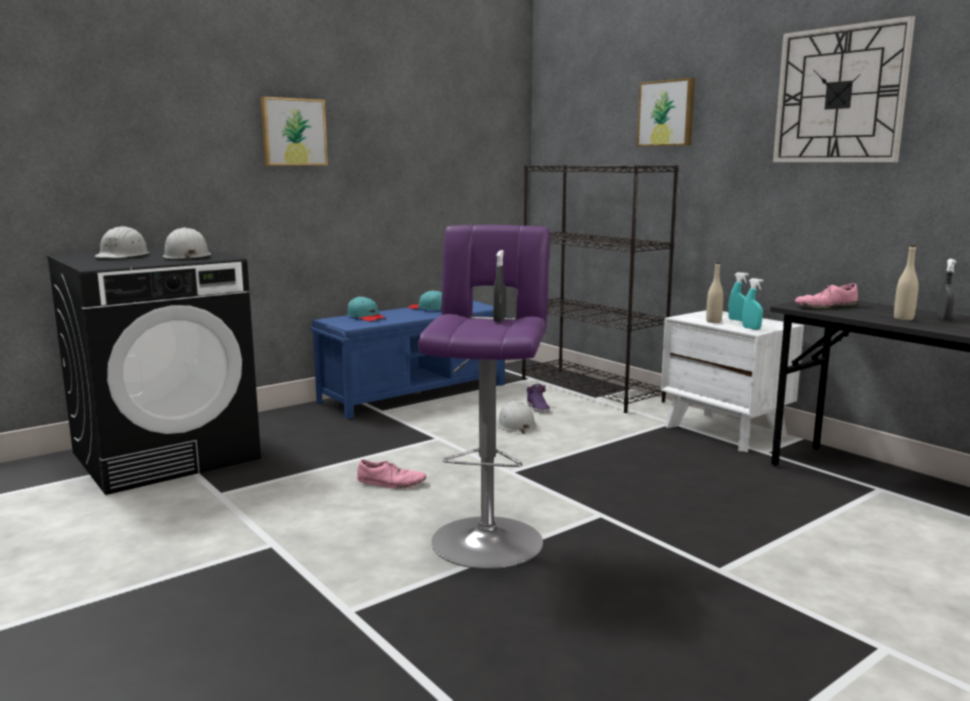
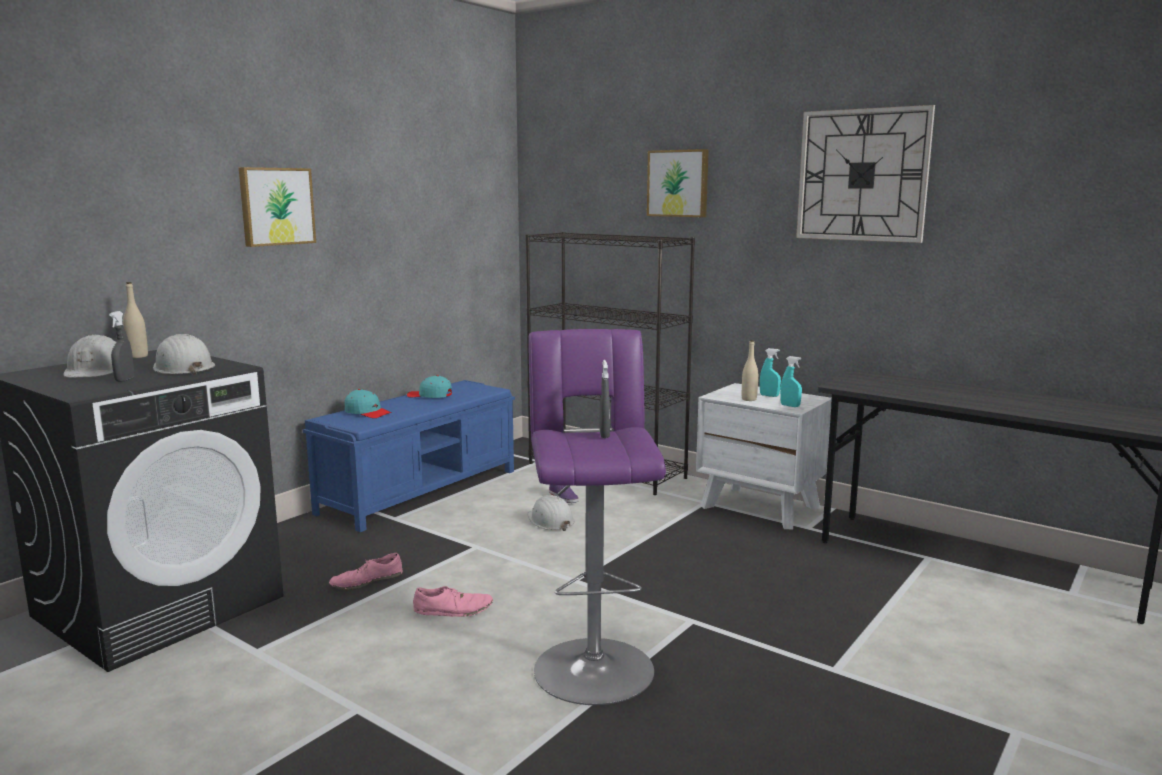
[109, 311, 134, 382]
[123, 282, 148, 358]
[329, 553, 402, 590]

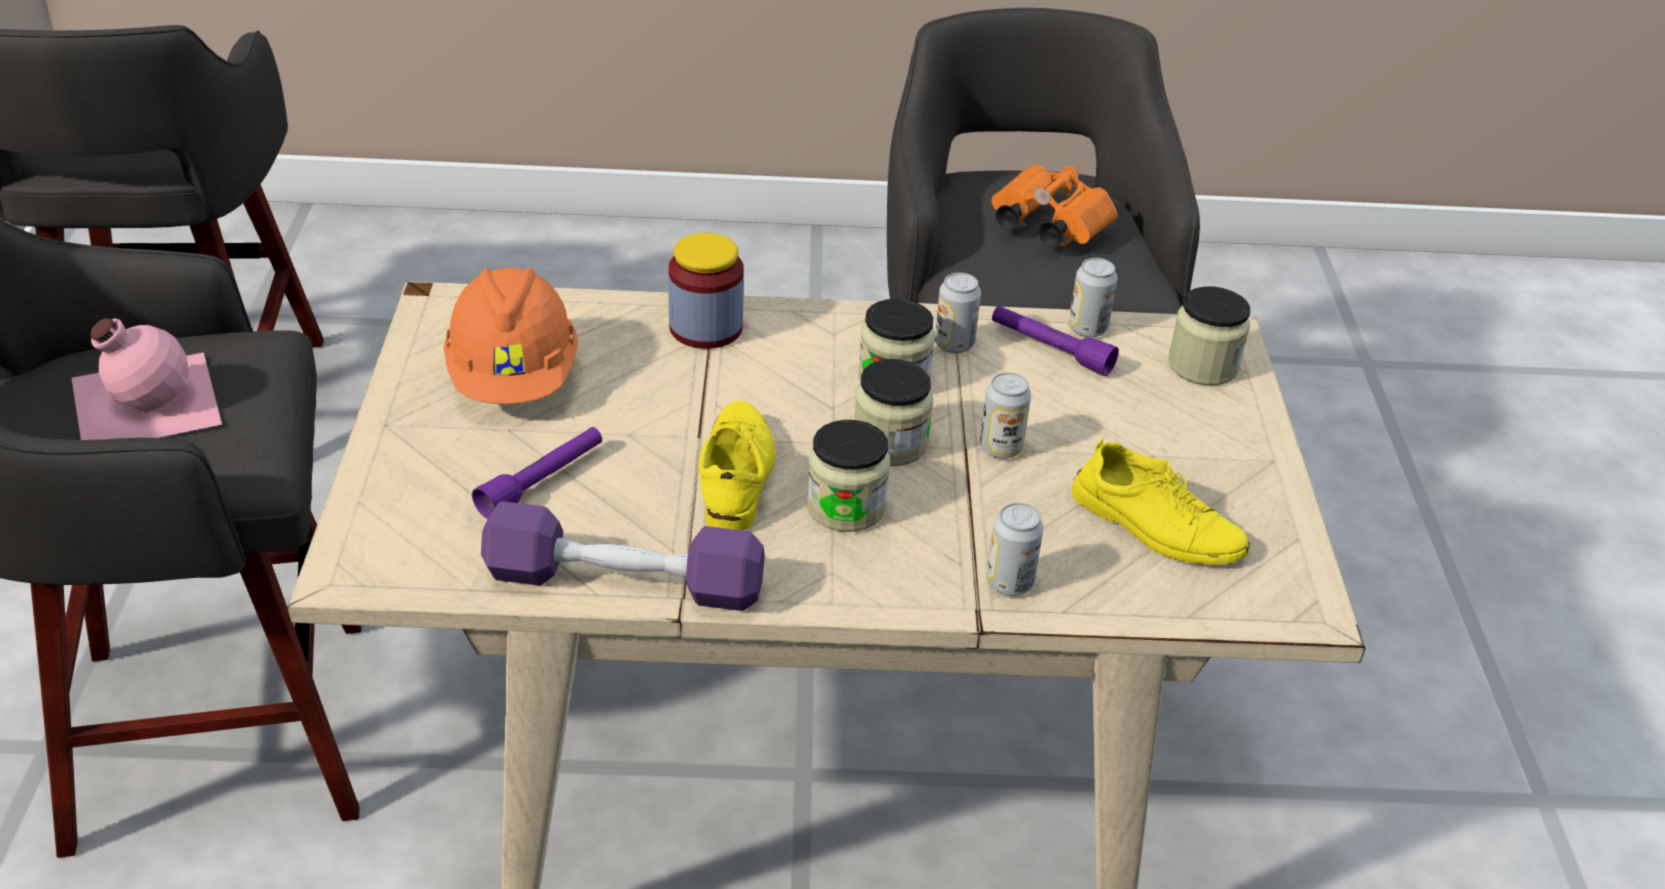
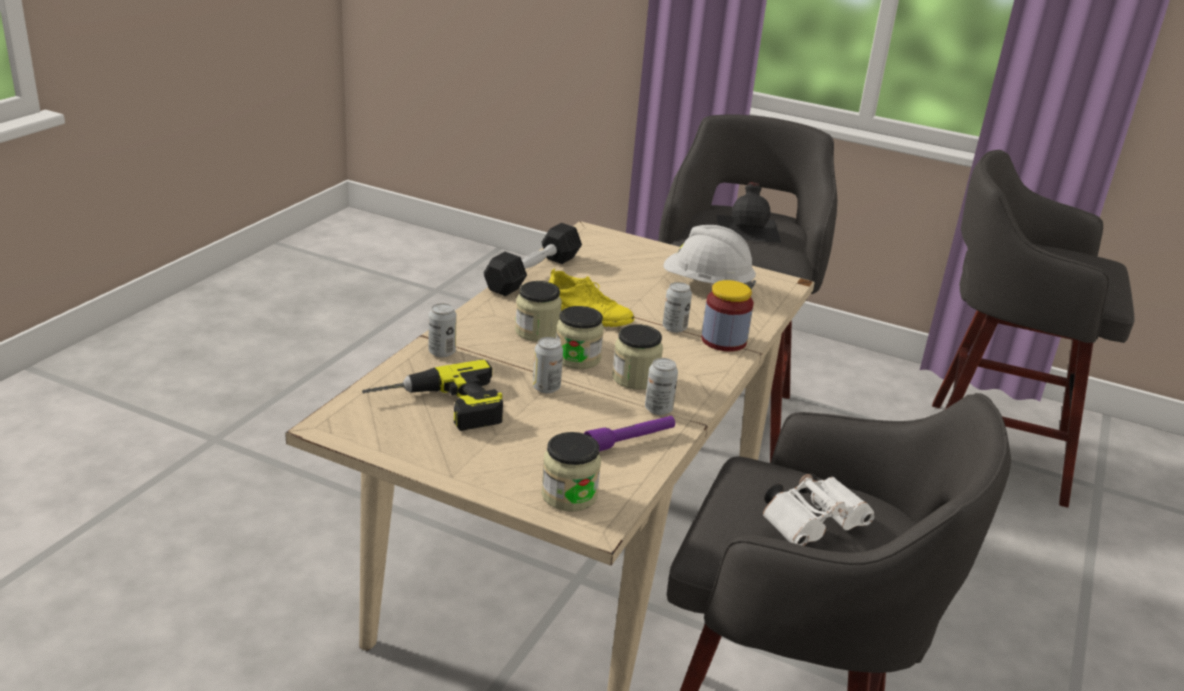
[362, 360, 503, 431]
[484, 223, 582, 296]
[663, 225, 756, 289]
[663, 282, 692, 333]
[716, 183, 781, 243]
[763, 474, 874, 546]
[472, 427, 602, 519] (first image)

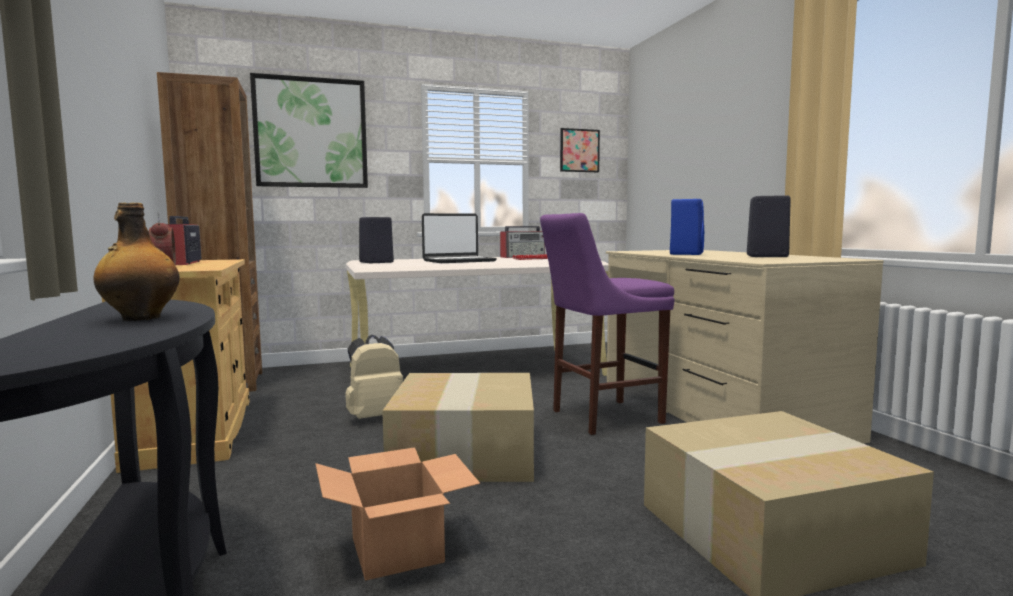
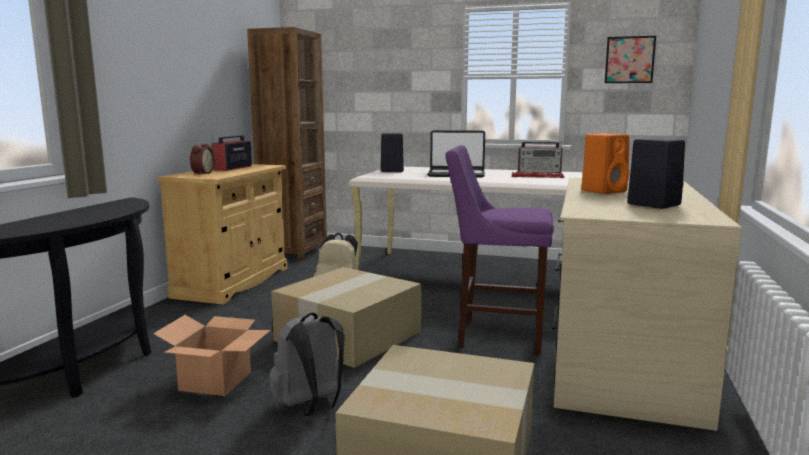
[270, 312, 345, 416]
[581, 133, 629, 194]
[94, 203, 179, 321] (first image)
[250, 73, 368, 188] (first image)

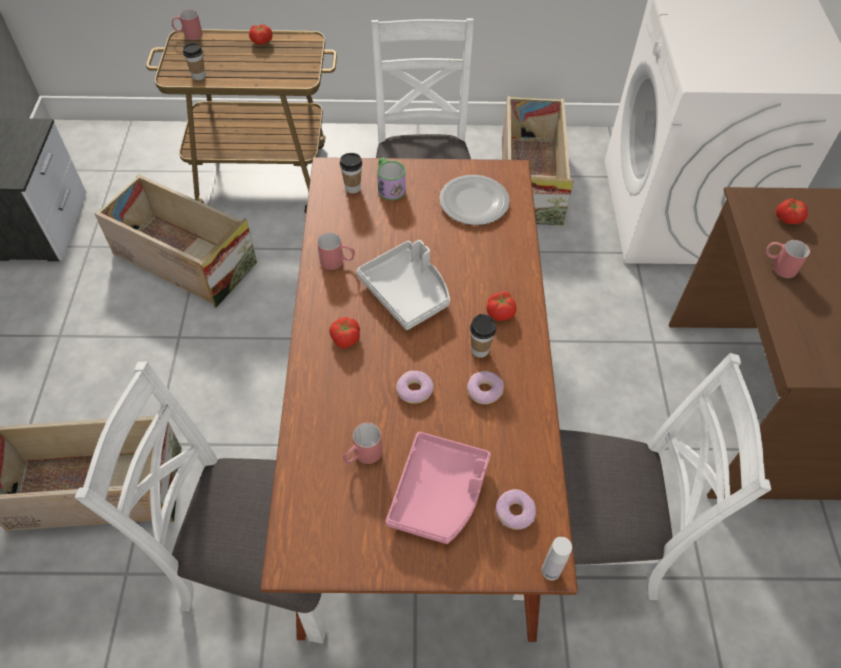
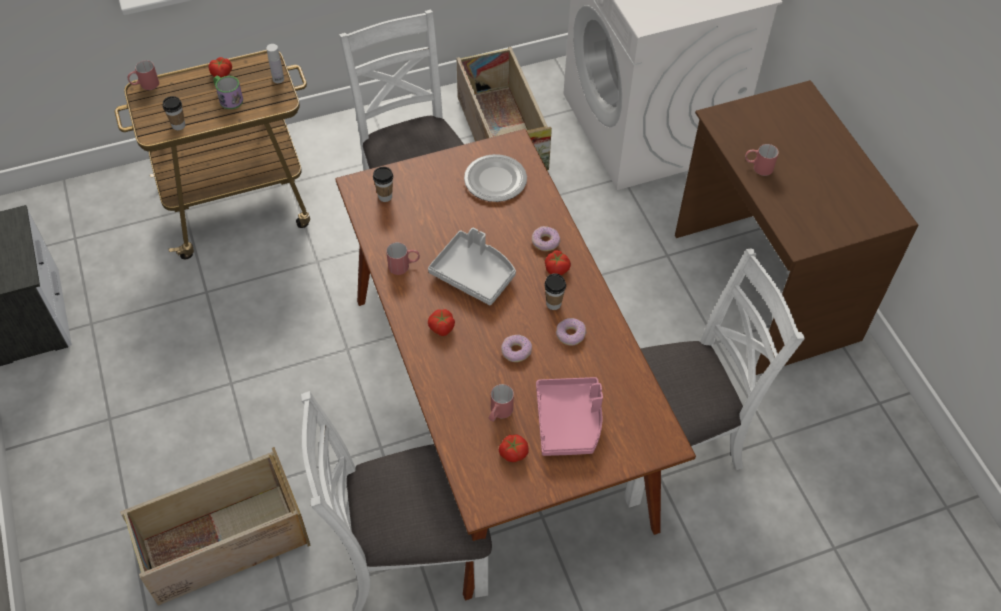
[214, 76, 243, 109]
[266, 44, 284, 83]
[499, 434, 529, 462]
[532, 226, 560, 251]
[94, 174, 257, 308] (first image)

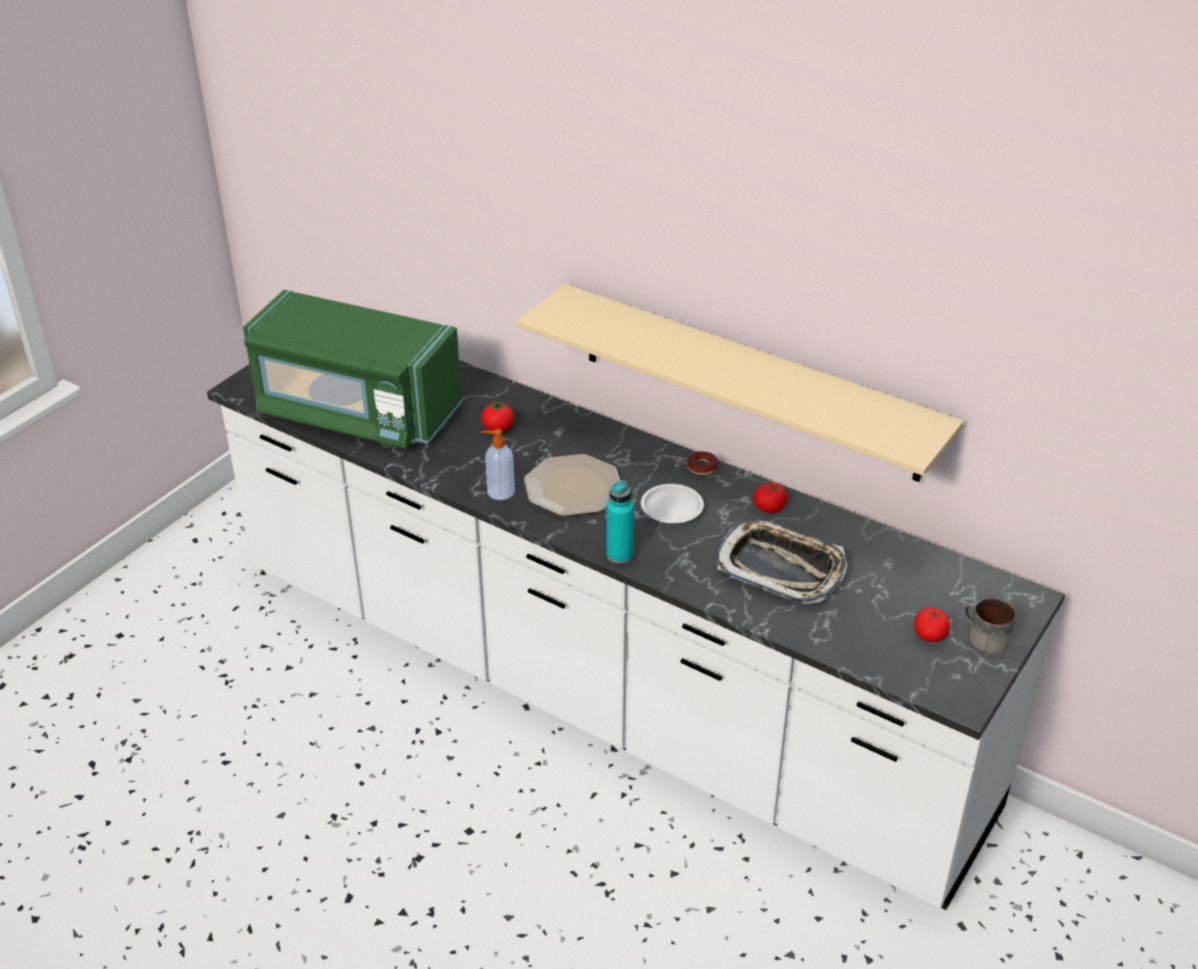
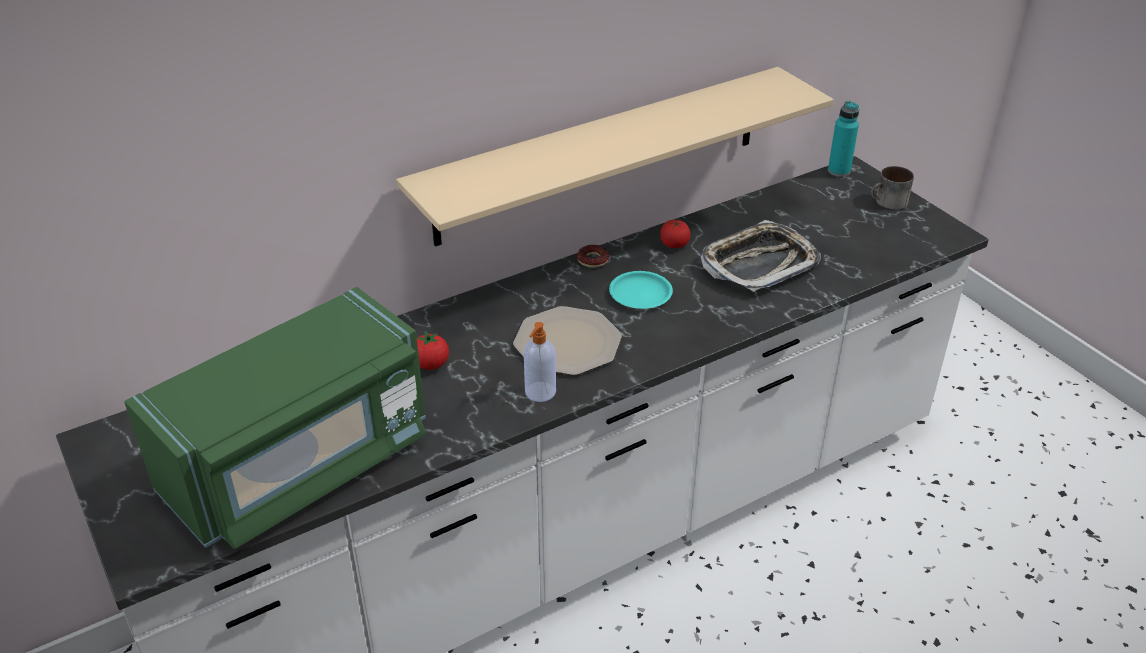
[609, 271, 673, 309]
[828, 101, 859, 177]
[915, 607, 950, 642] (first image)

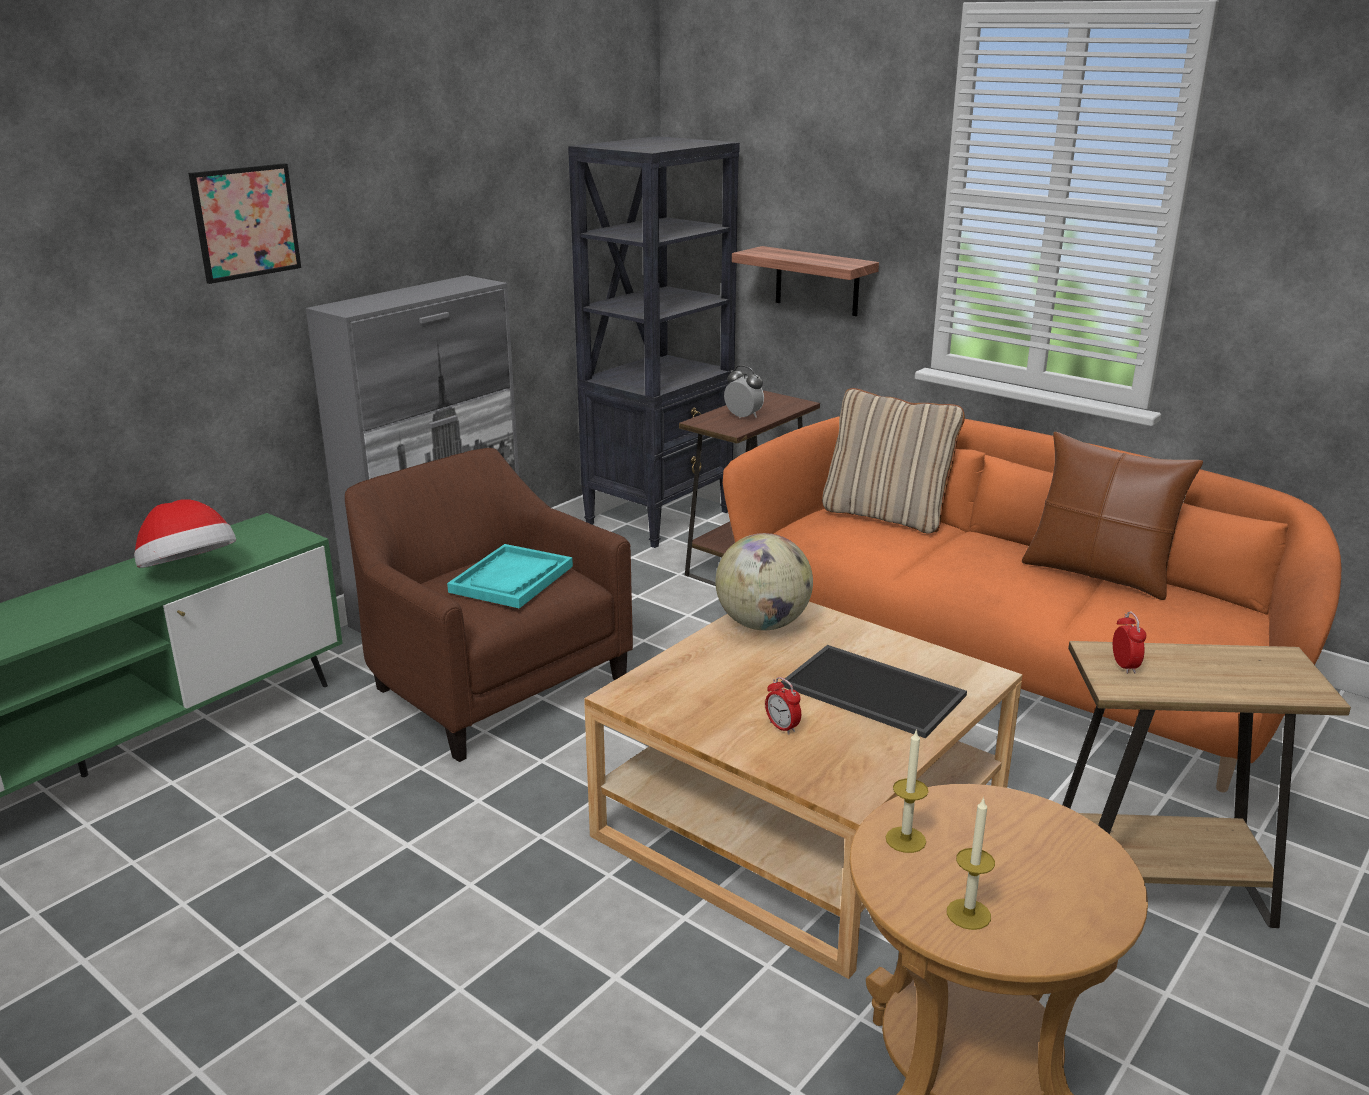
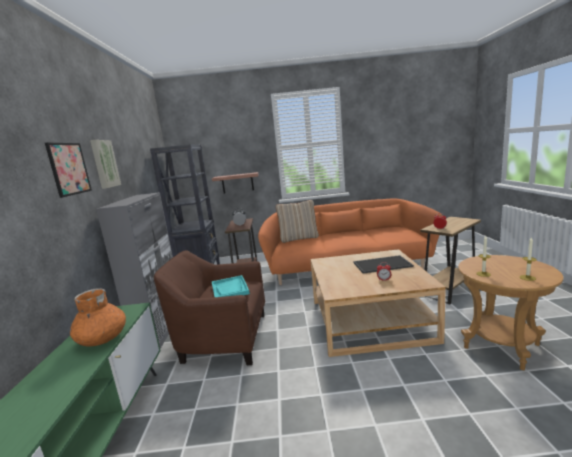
[70, 288, 126, 346]
[90, 140, 121, 189]
[716, 533, 813, 630] (first image)
[1022, 432, 1203, 600] (first image)

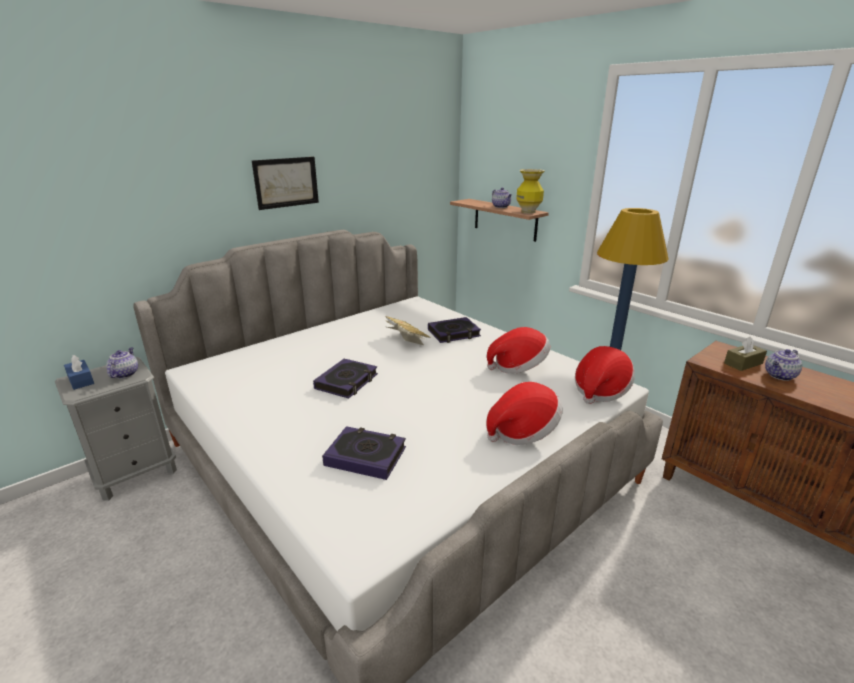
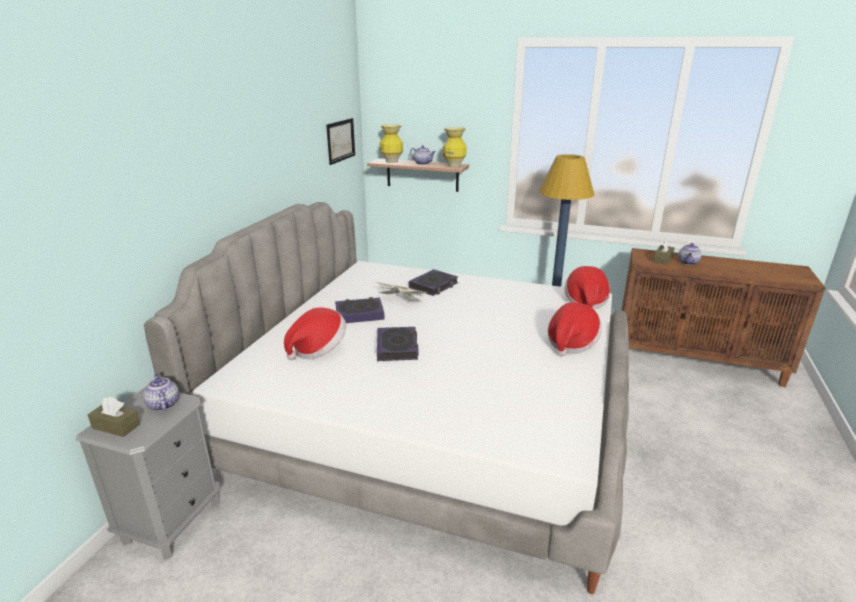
[88, 397, 140, 437]
[284, 307, 346, 360]
[326, 118, 355, 165]
[335, 297, 385, 323]
[380, 124, 403, 163]

